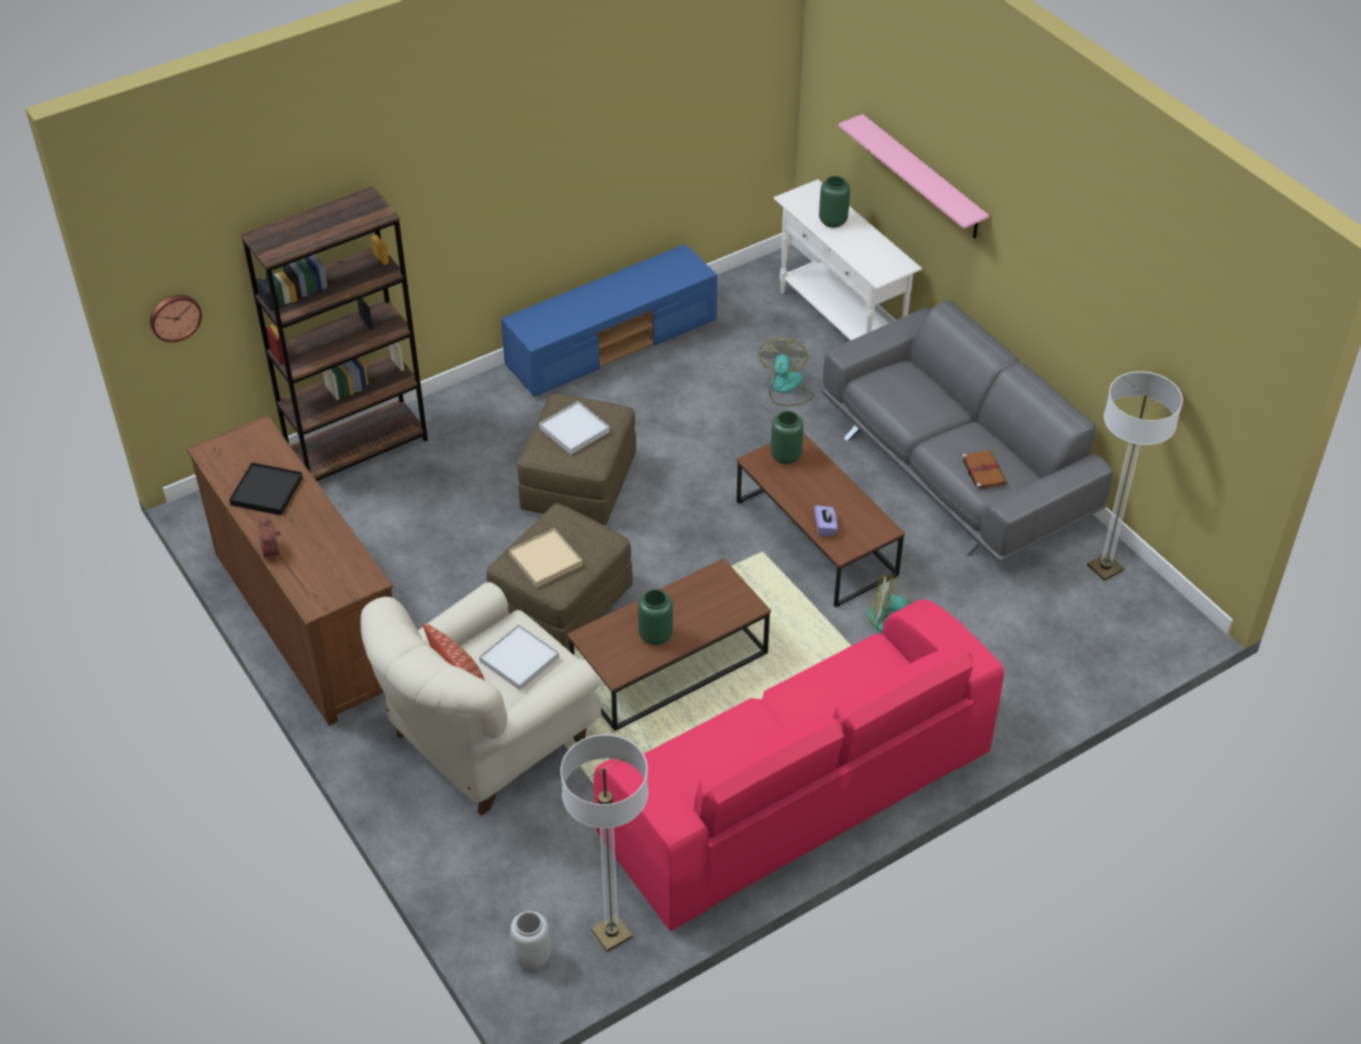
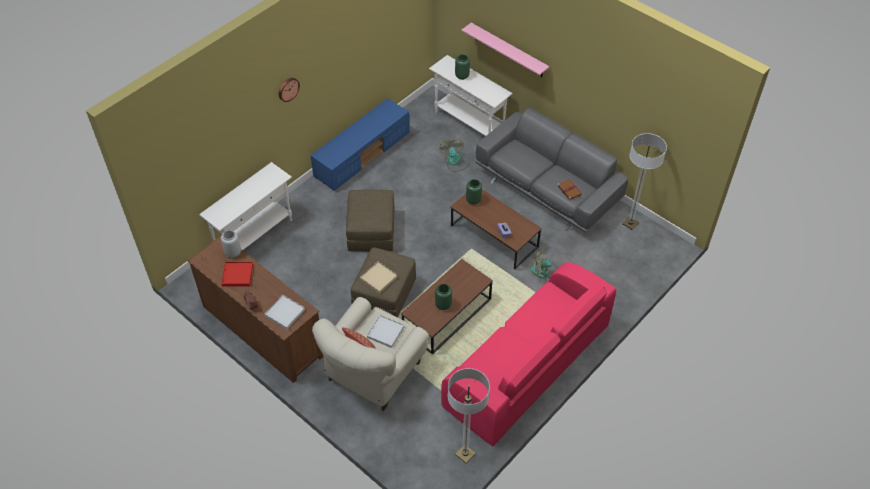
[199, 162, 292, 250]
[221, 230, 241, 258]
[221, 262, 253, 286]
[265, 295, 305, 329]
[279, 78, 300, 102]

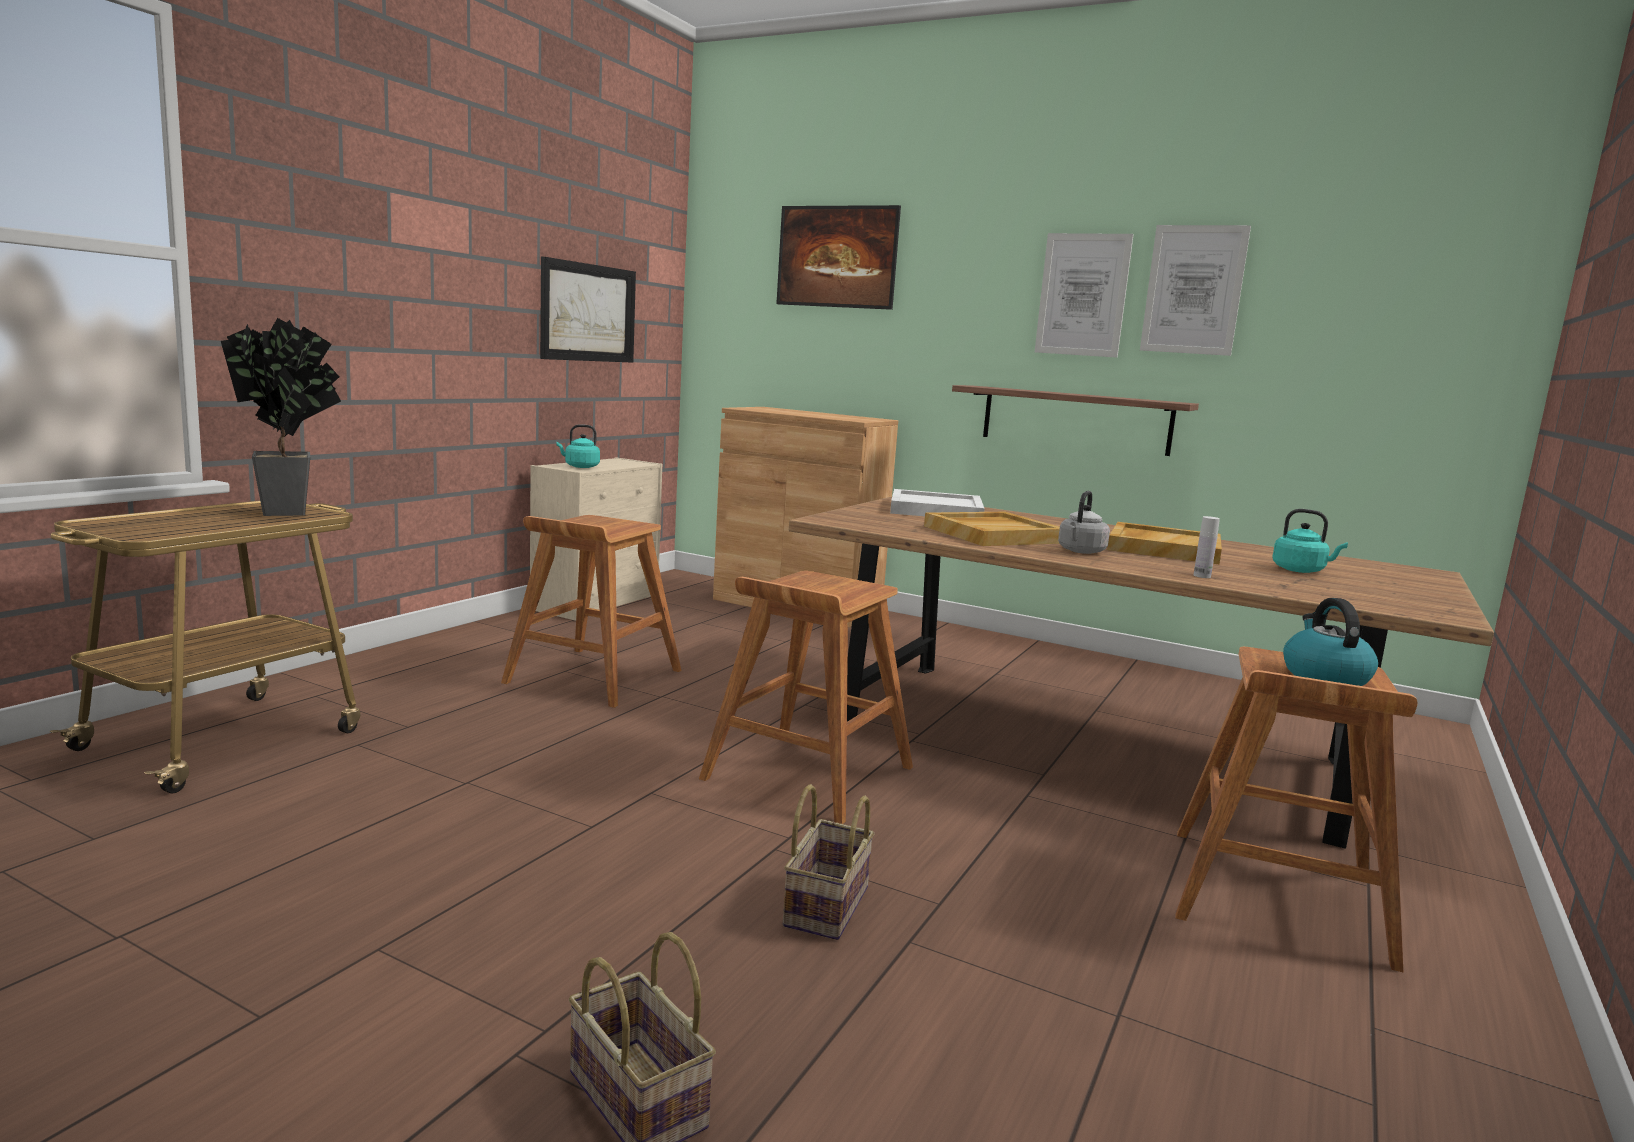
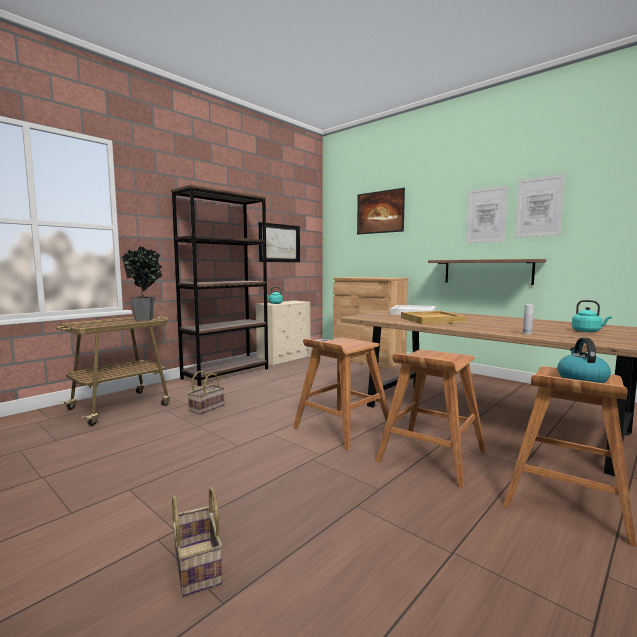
[171, 185, 268, 386]
[187, 371, 224, 415]
[376, 350, 486, 488]
[1058, 491, 1110, 554] (first image)
[1107, 522, 1222, 564] (first image)

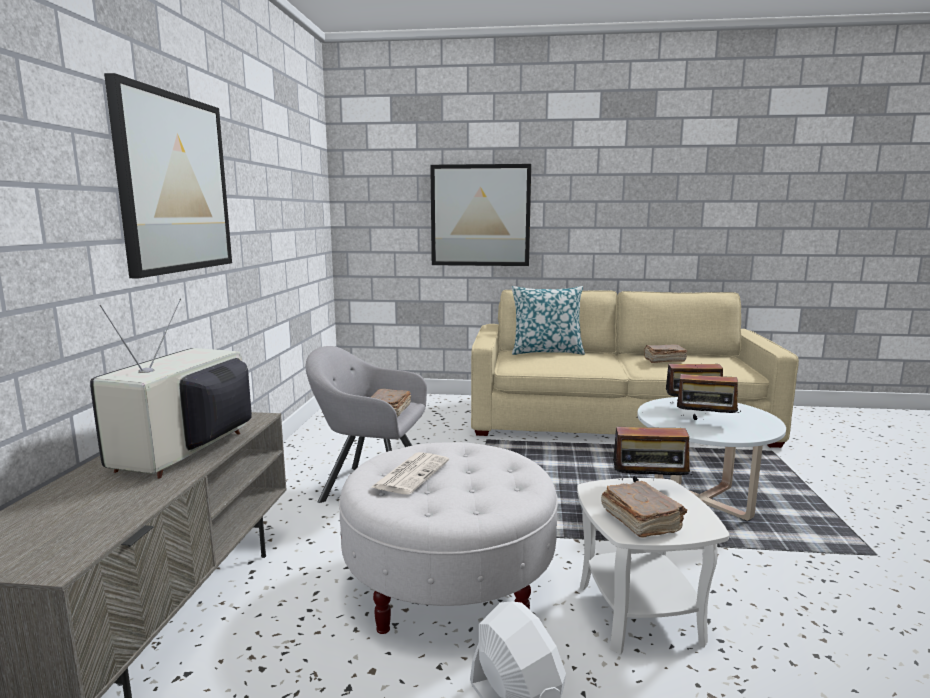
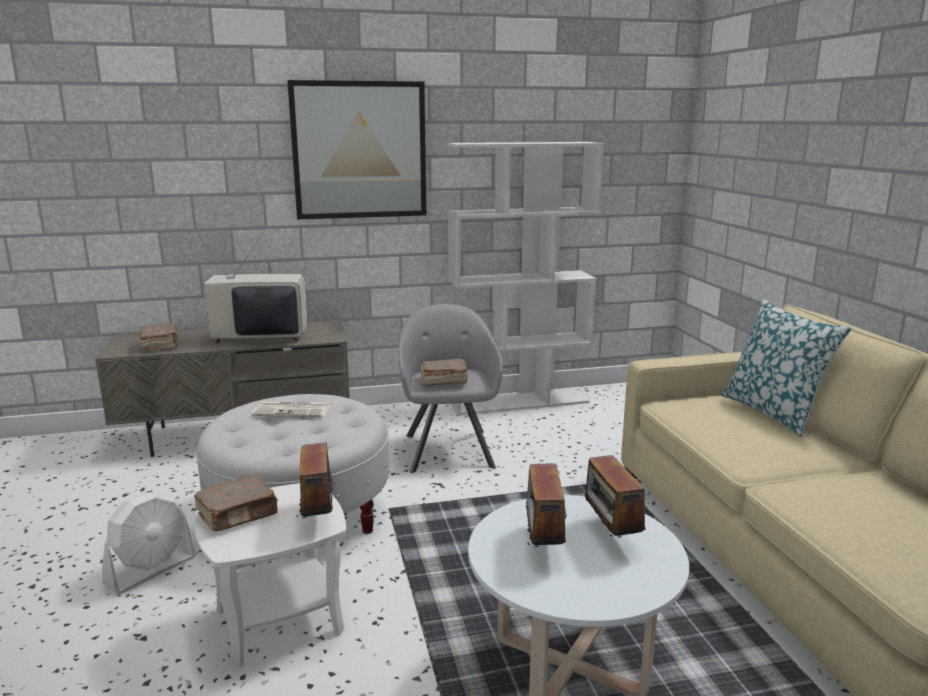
[139, 323, 178, 351]
[447, 142, 604, 416]
[430, 164, 531, 266] (first image)

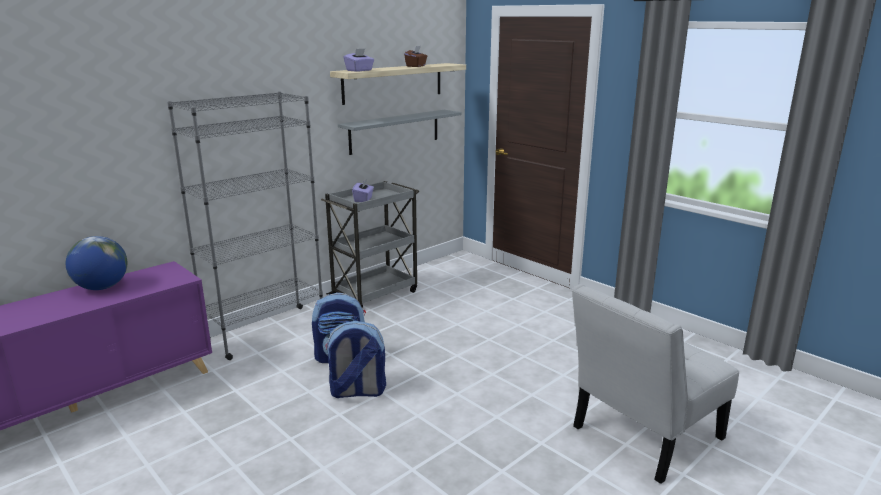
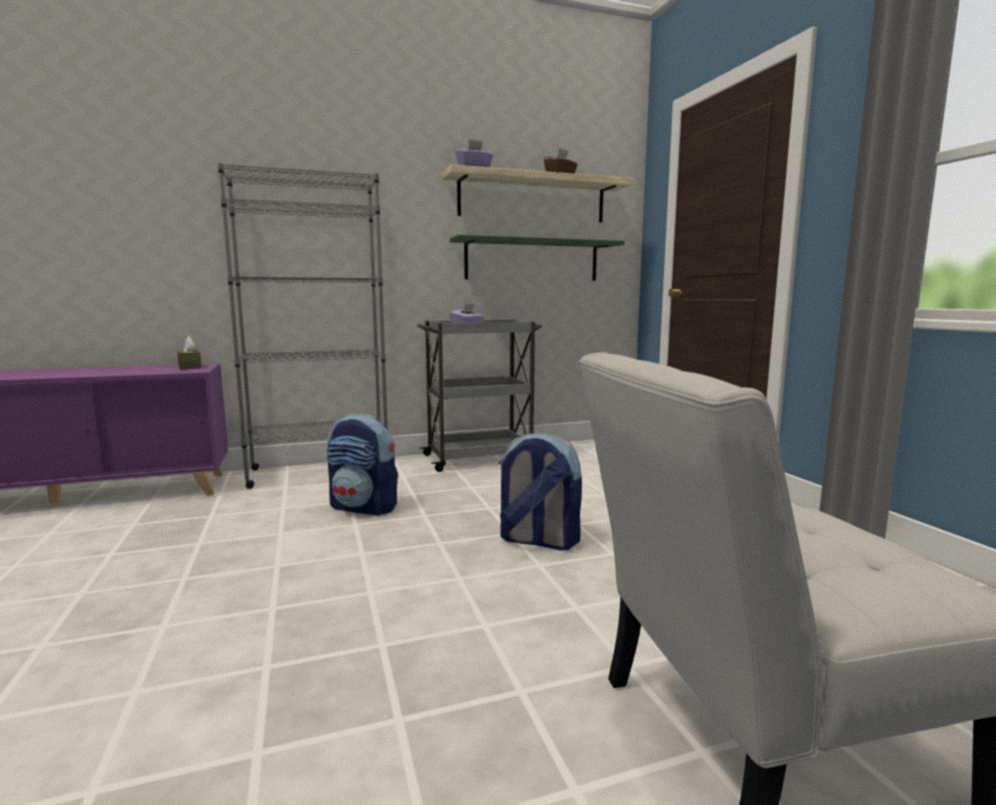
[177, 336, 202, 369]
[450, 235, 625, 281]
[499, 433, 582, 551]
[66, 236, 127, 290] (first image)

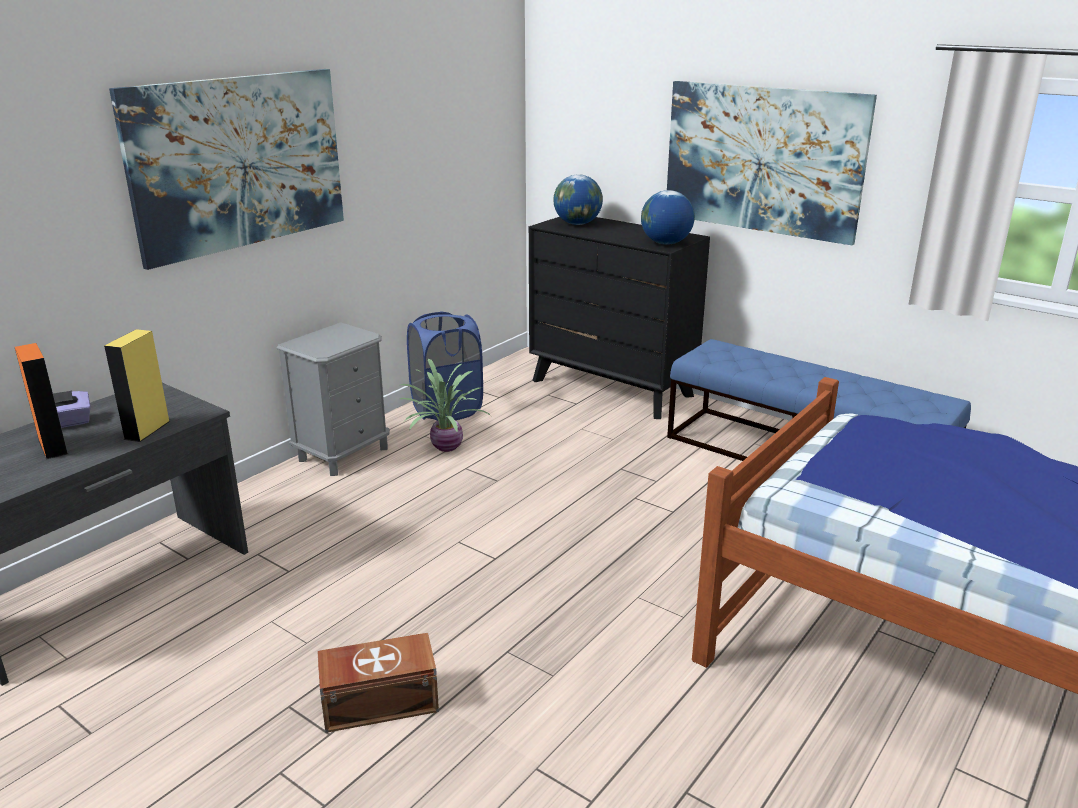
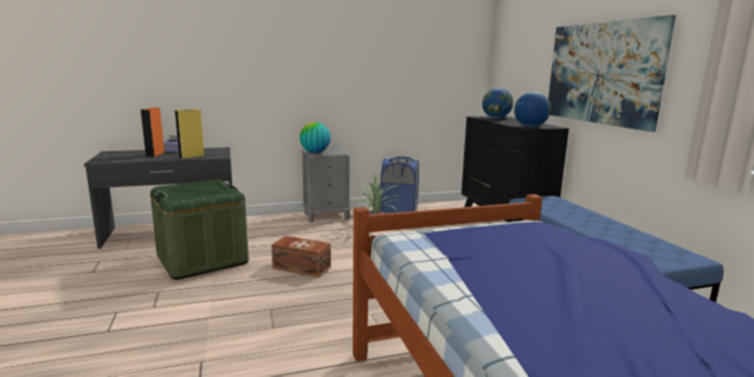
[150, 179, 249, 280]
[271, 236, 331, 278]
[300, 122, 331, 153]
[109, 69, 344, 270] (first image)

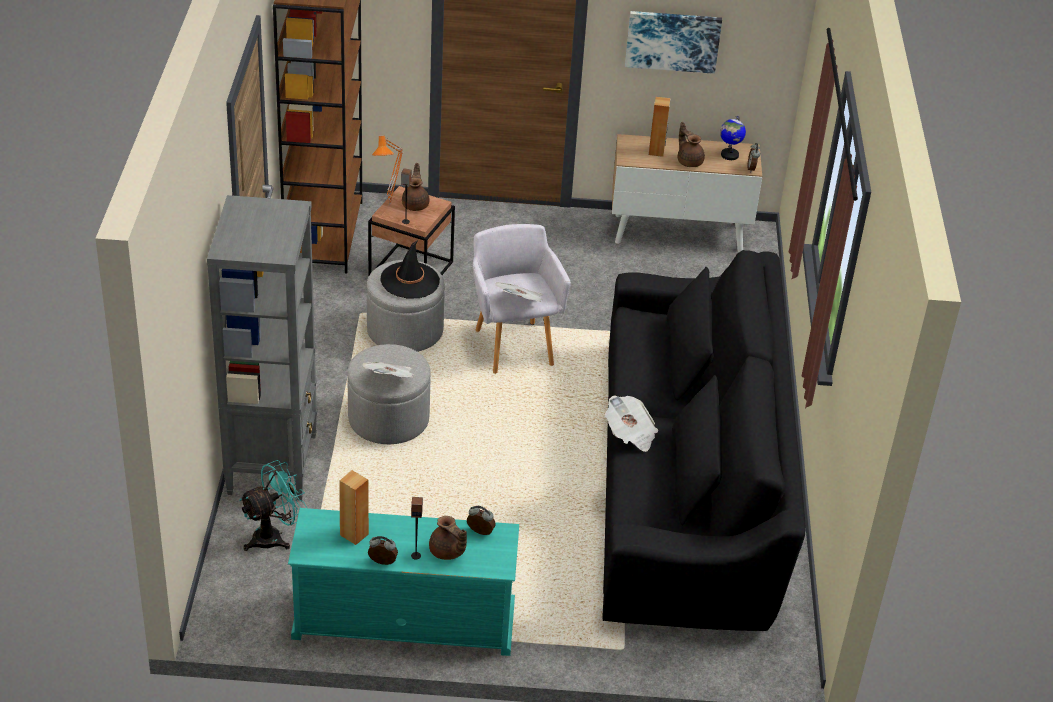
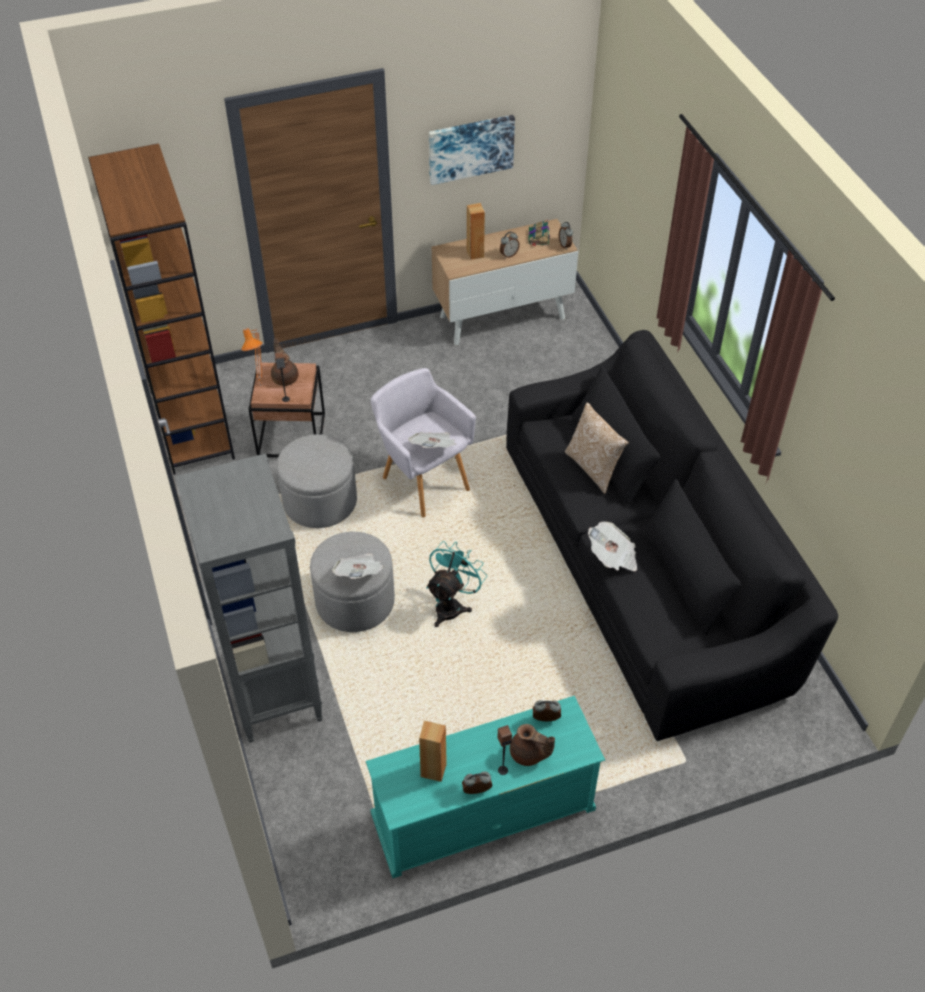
[426, 541, 487, 627]
[500, 231, 520, 258]
[528, 219, 550, 247]
[565, 403, 629, 494]
[380, 240, 440, 299] (first image)

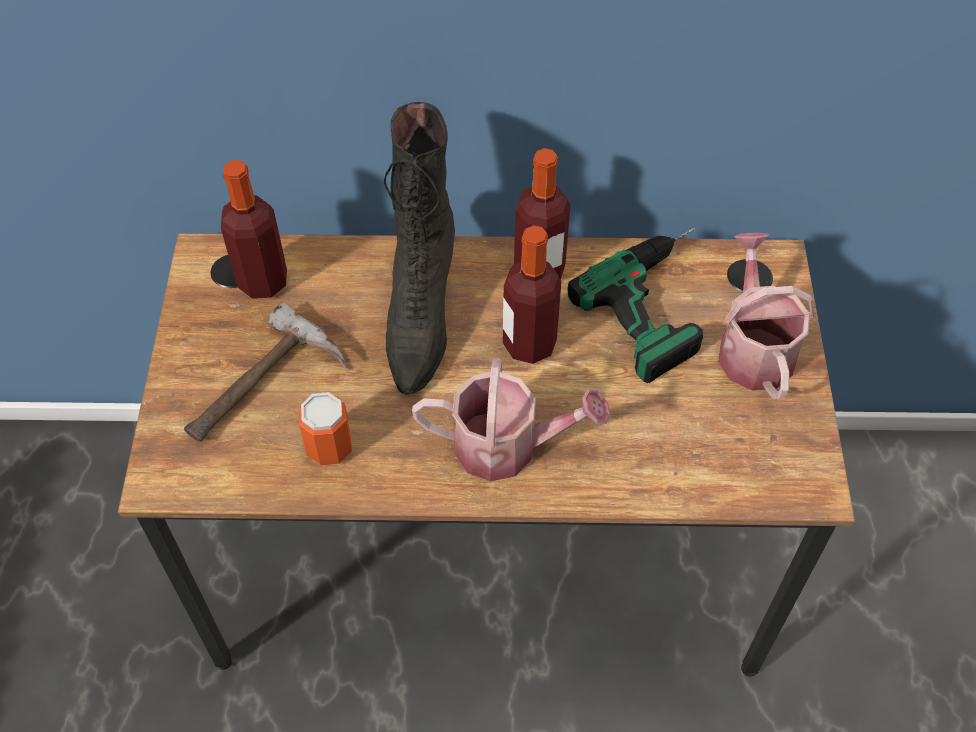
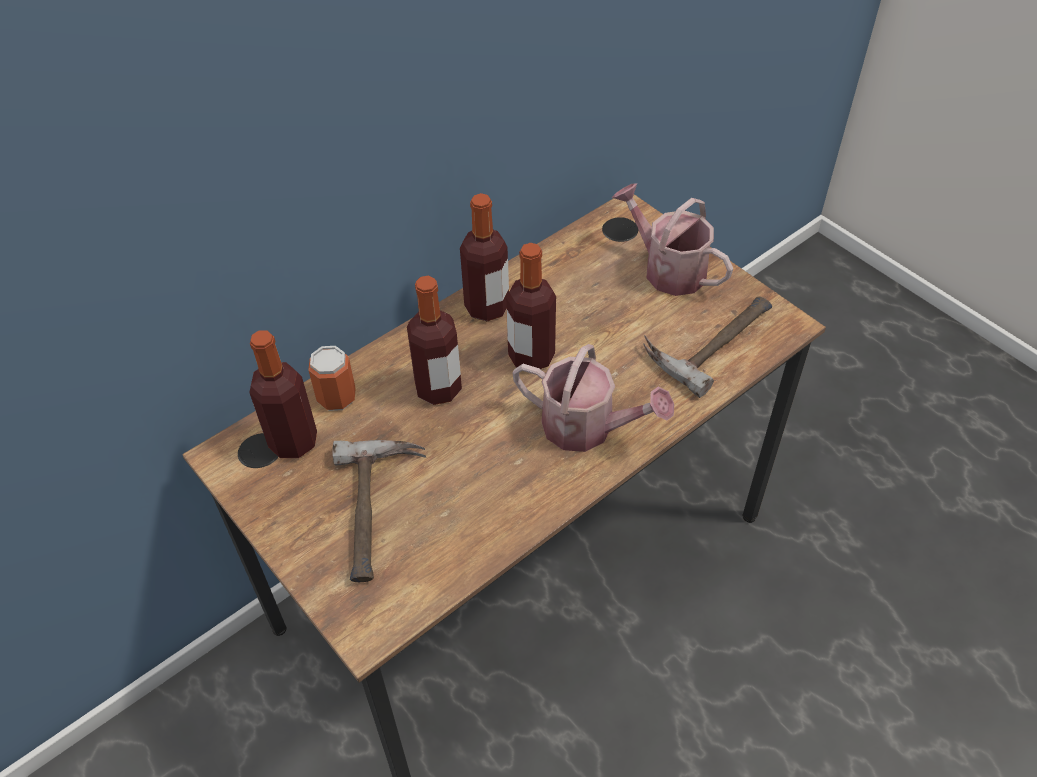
[308, 346, 355, 411]
[407, 276, 462, 405]
[512, 344, 674, 452]
[644, 296, 772, 398]
[568, 228, 703, 383] (first image)

